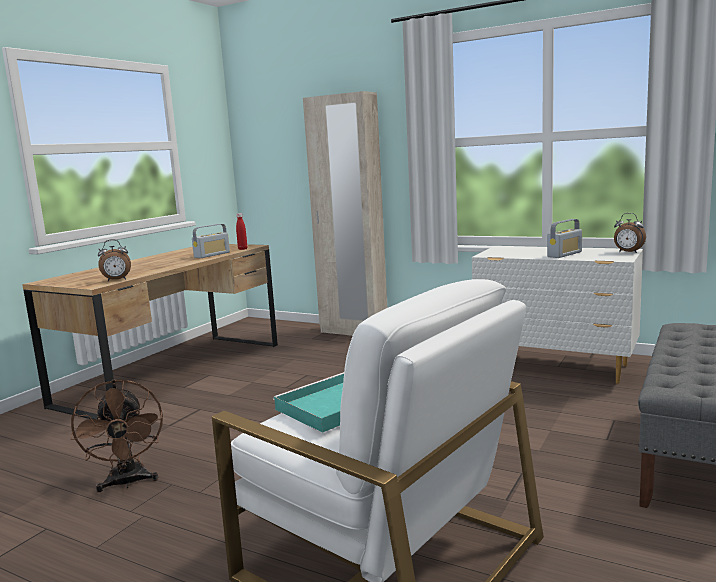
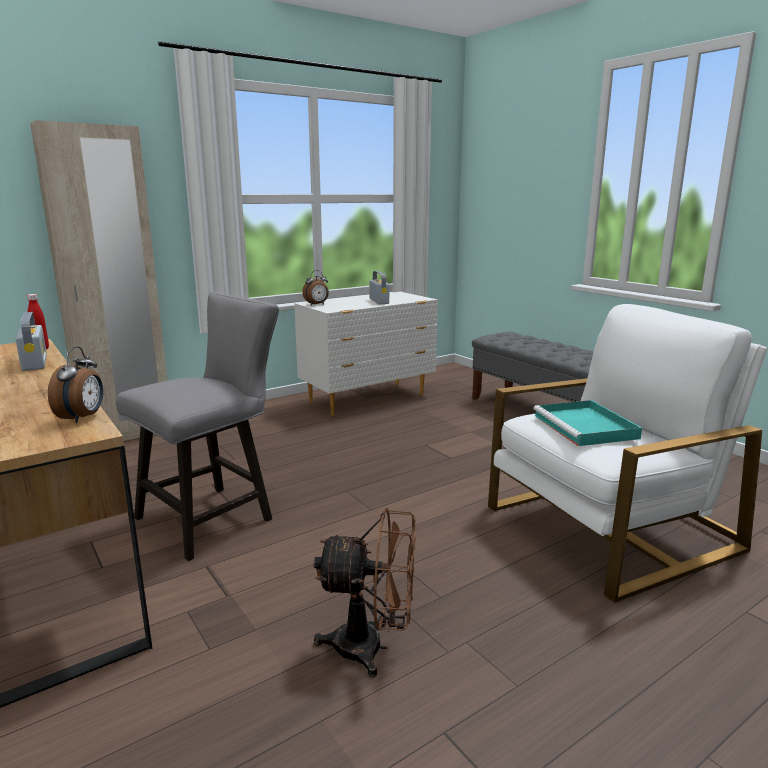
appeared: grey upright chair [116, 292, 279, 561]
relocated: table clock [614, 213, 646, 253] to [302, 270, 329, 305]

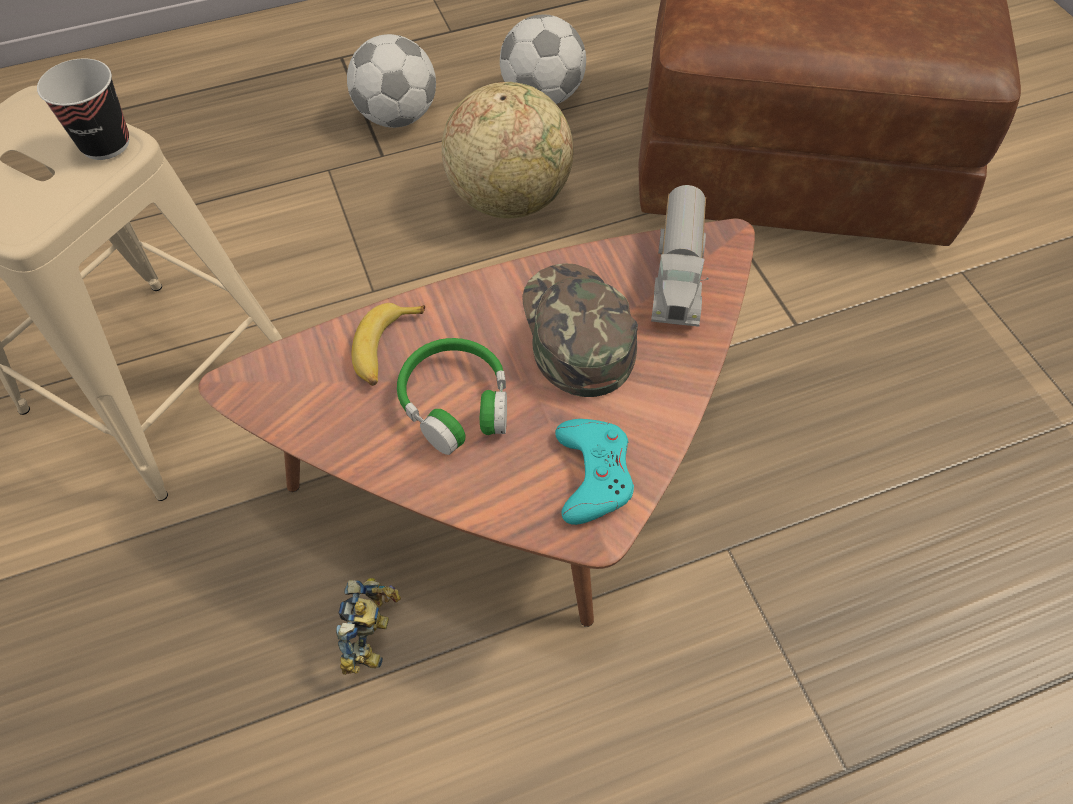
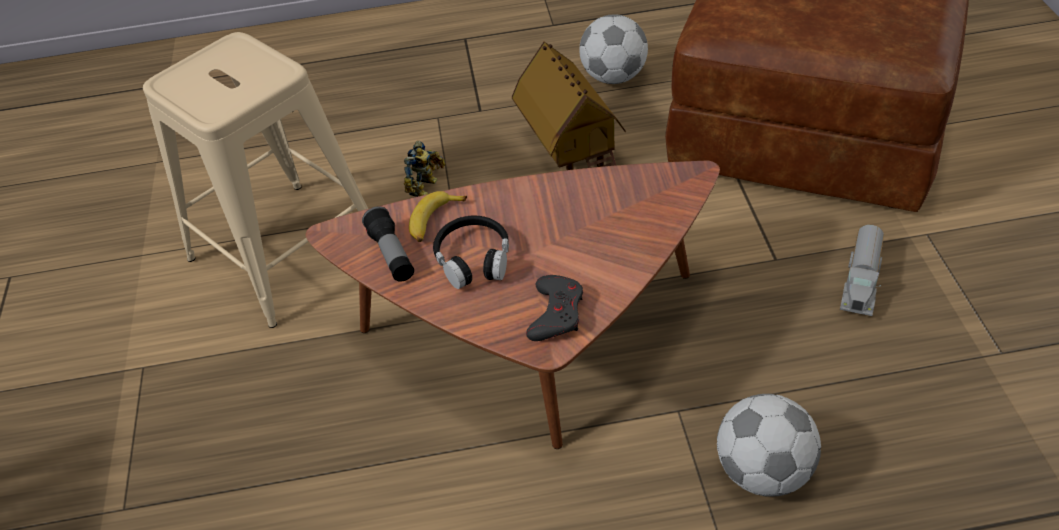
missing: drinking cup [37, 59, 129, 160]; green peaked cap [522, 263, 638, 397]
appeared: hand torch [362, 206, 414, 282]
relocated: ball for football [347, 34, 436, 128] to [717, 394, 821, 497]; toy truck [651, 185, 709, 327] to [840, 225, 884, 316]; toy robot [336, 578, 401, 675] to [404, 141, 445, 197]
exchanged: globe [442, 82, 573, 218] to miniature house [512, 42, 626, 170]
colour: green headphones [397, 338, 507, 455] to blackish headphones [433, 216, 509, 289]; turquoise-coloured game controller [555, 419, 634, 525] to grey game controller [526, 275, 583, 341]

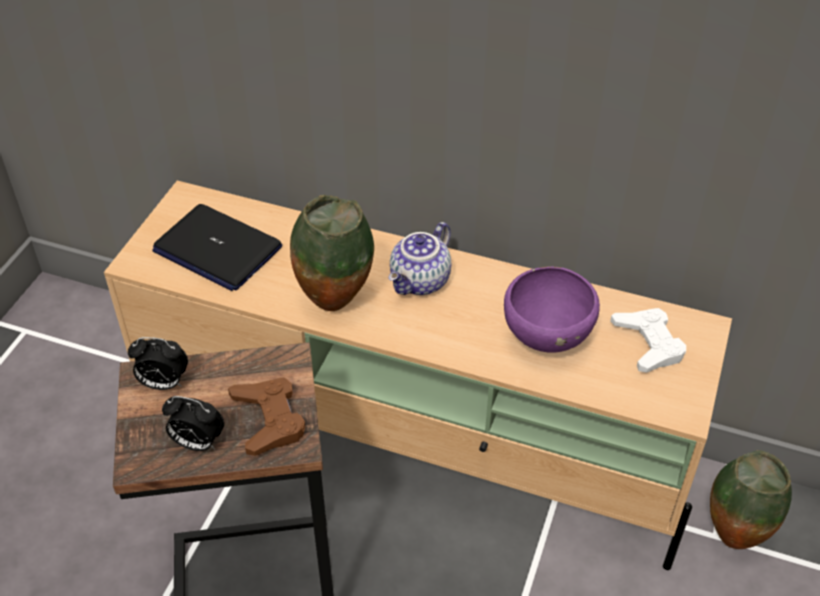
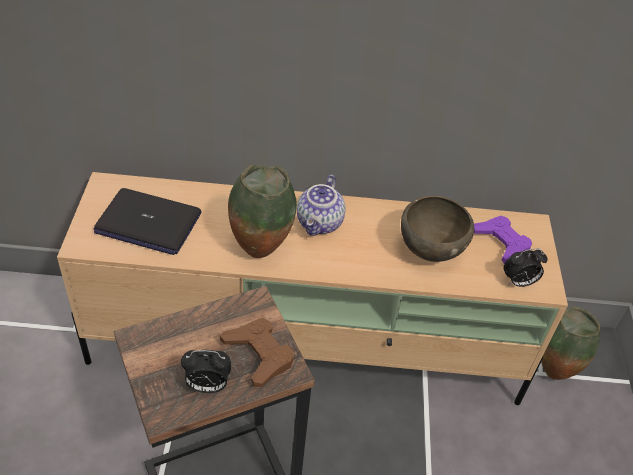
relocated: table clock [128, 337, 188, 390] to [503, 249, 548, 287]
colour: purplish serving bowl [504, 266, 600, 353] to brownish serving bowl [401, 196, 474, 262]; whitish game controller [610, 308, 686, 373] to purplish game controller [474, 215, 532, 264]

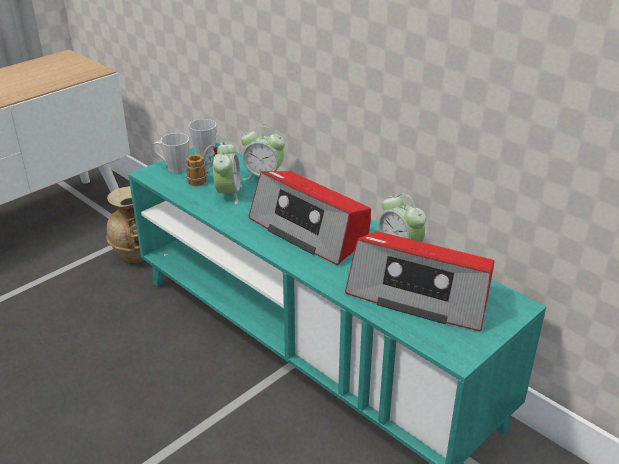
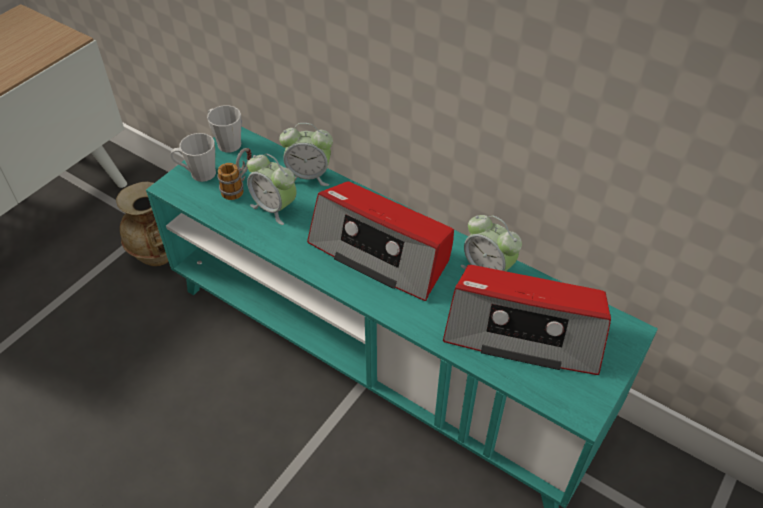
spun: table clock [213, 142, 242, 205] = [247, 153, 297, 225] 135 degrees clockwise

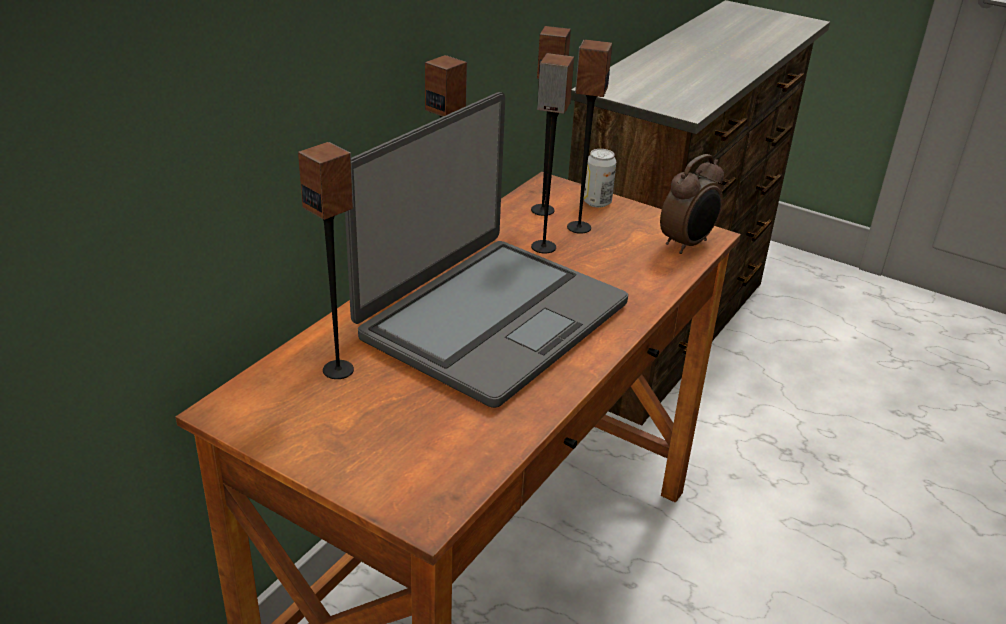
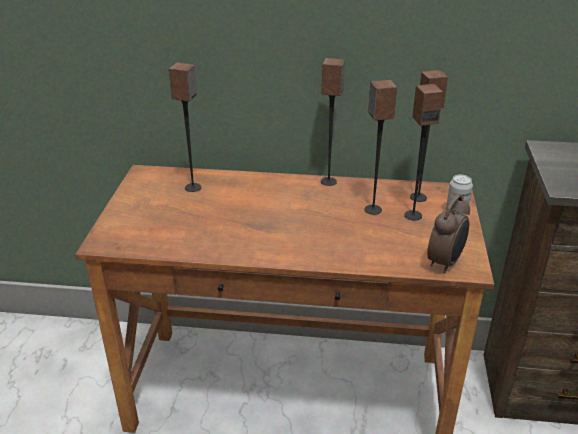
missing: laptop [345, 92, 628, 408]
spun: table clock [660, 154, 724, 254] = [427, 195, 470, 274] 75 degrees counterclockwise

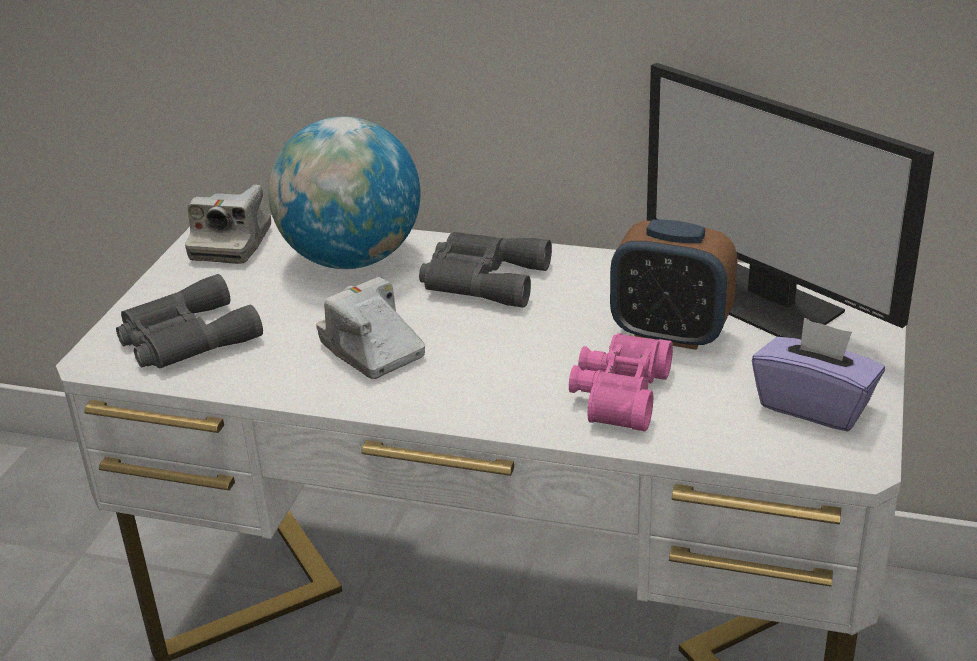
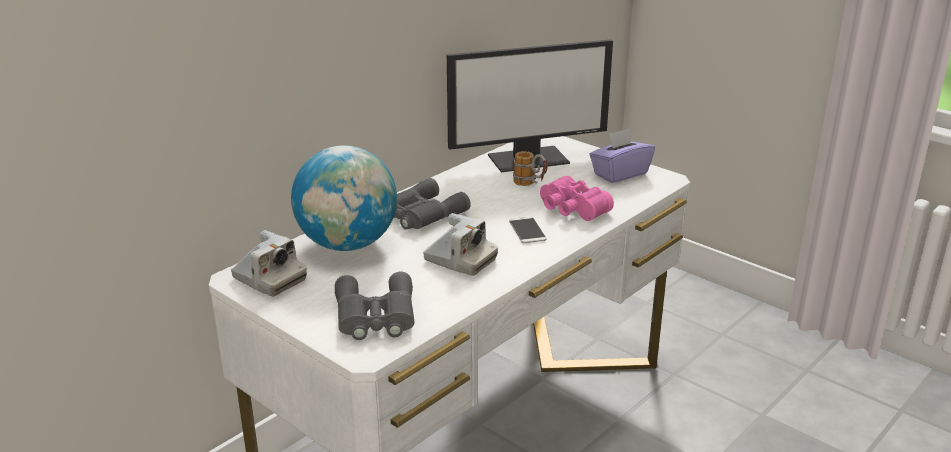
appeared: handset [509, 217, 547, 243]
exchanged: table clock [610, 220, 737, 350] to mug [513, 151, 548, 186]
spun: still camera [316, 277, 425, 379] = [423, 213, 498, 276] 135 degrees counterclockwise

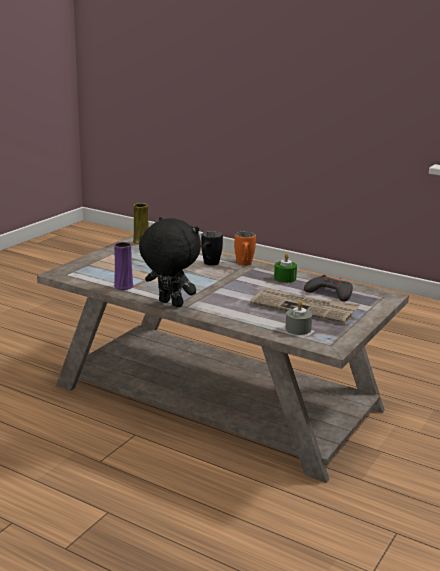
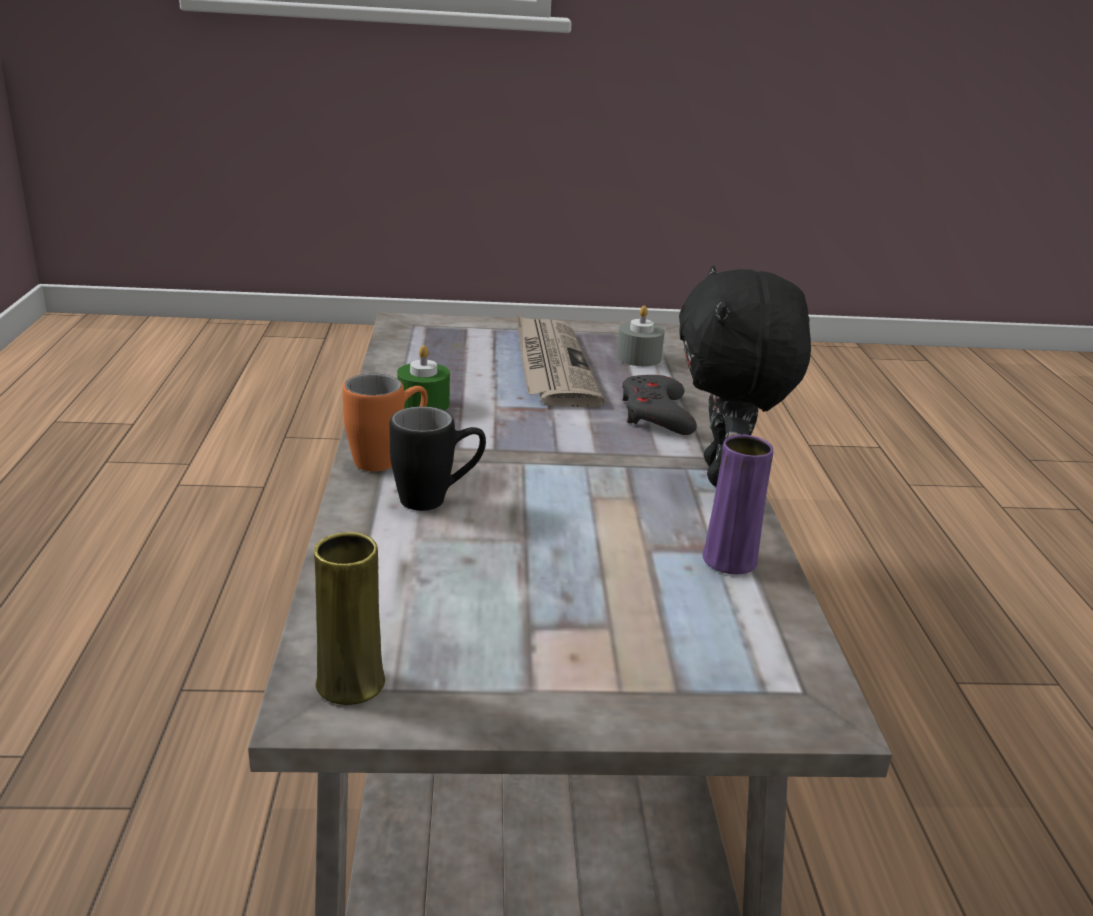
relocated: grey game controller [304, 275, 353, 301] to [622, 375, 697, 435]

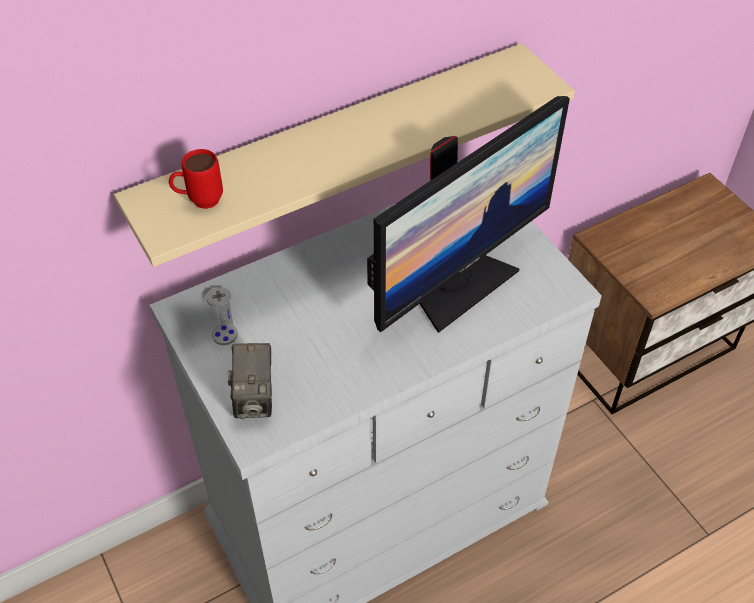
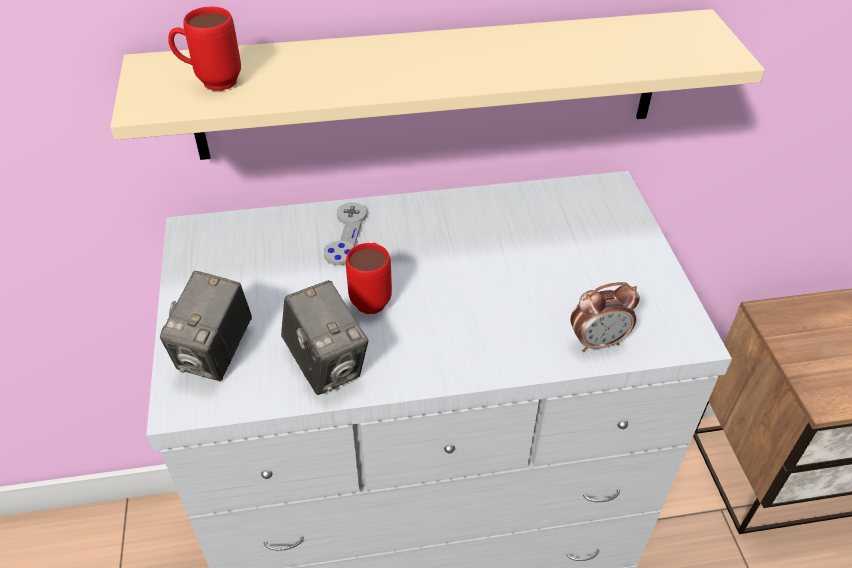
missing: computer screen [367, 96, 570, 333]
appeared: reddish mug [346, 242, 392, 314]; still camera [281, 280, 368, 395]; table clock [570, 282, 640, 352]
relocated: grey game controller [206, 287, 238, 345] to [324, 202, 366, 265]

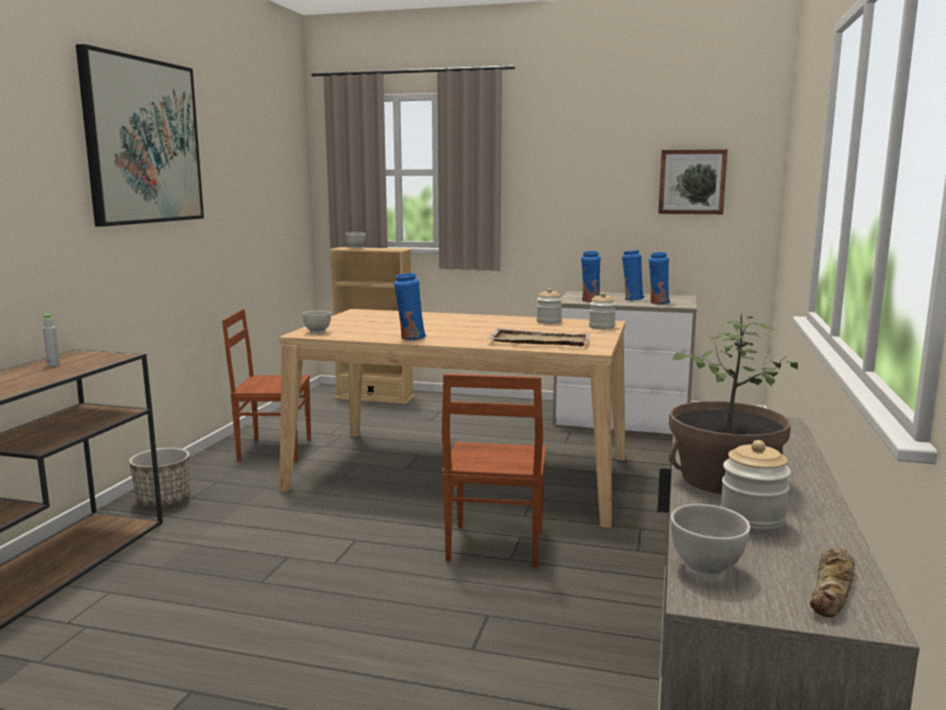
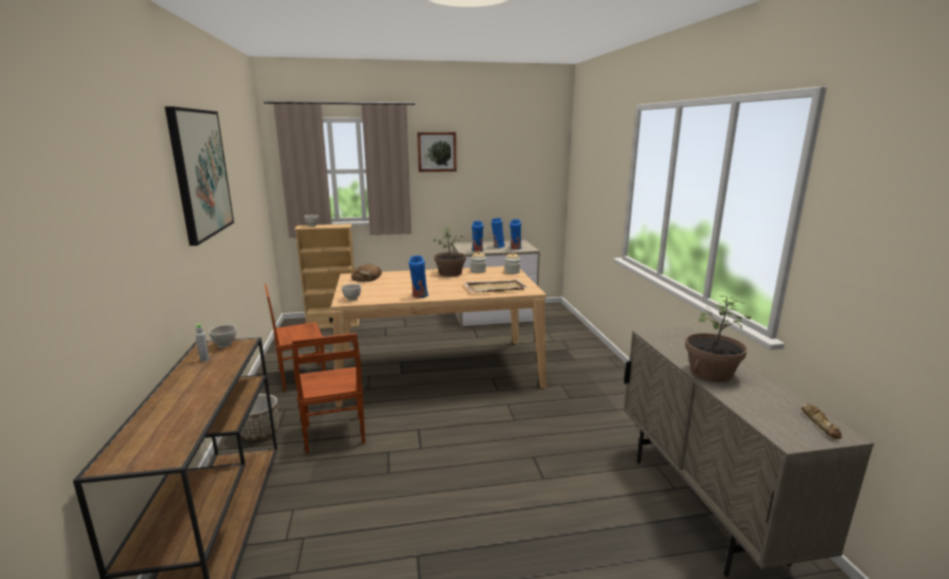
missing: storage jar [720, 440, 791, 534]
appeared: plant in a pot [433, 227, 466, 277]; bread [351, 263, 382, 282]
relocated: wall art [658, 149, 728, 214] to [417, 132, 456, 172]; brownish upright chair [442, 374, 546, 568] to [292, 333, 365, 454]; whitish serving bowl [671, 504, 750, 578] to [209, 325, 236, 348]

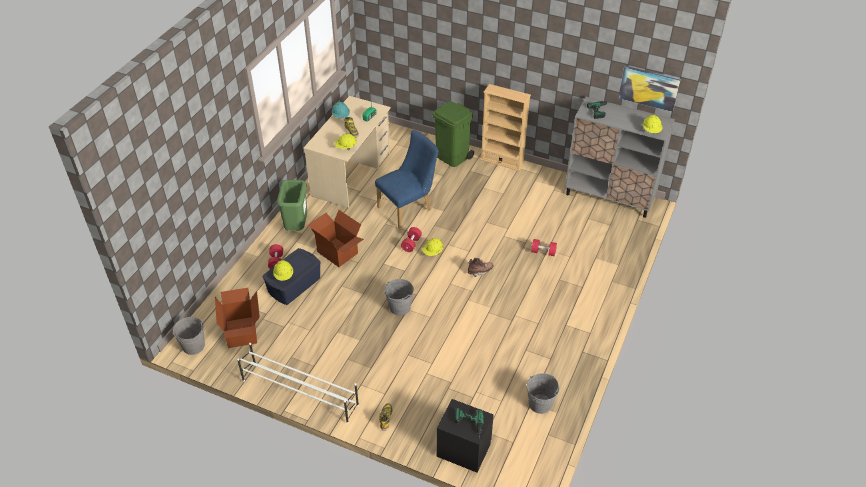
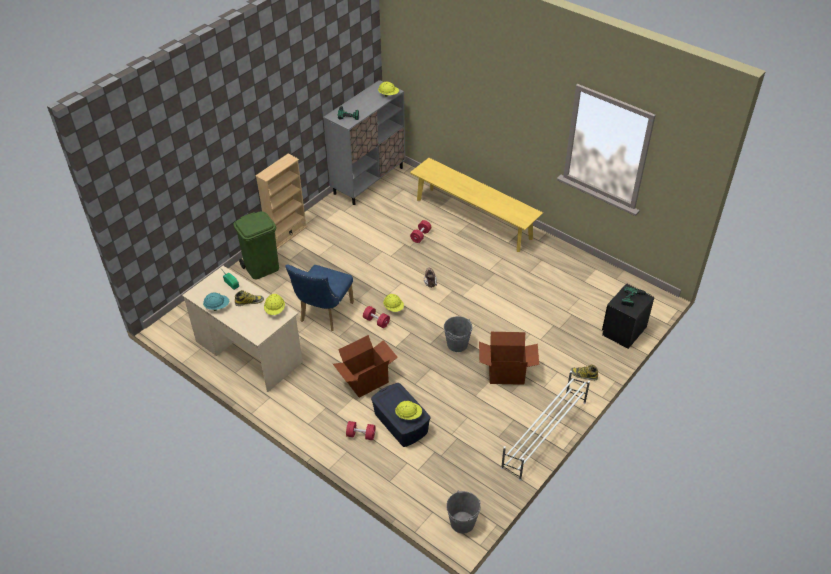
missing: wall art [618, 66, 681, 112]; green trash can [277, 180, 307, 231]; grey pail [527, 373, 559, 414]
appeared: yellowish indoor bench [410, 158, 543, 252]
relocated: cardboard box [215, 288, 260, 348] to [479, 332, 539, 385]
spun: bluish upright chair [375, 130, 439, 229] = [286, 265, 354, 331] 135 degrees counterclockwise

